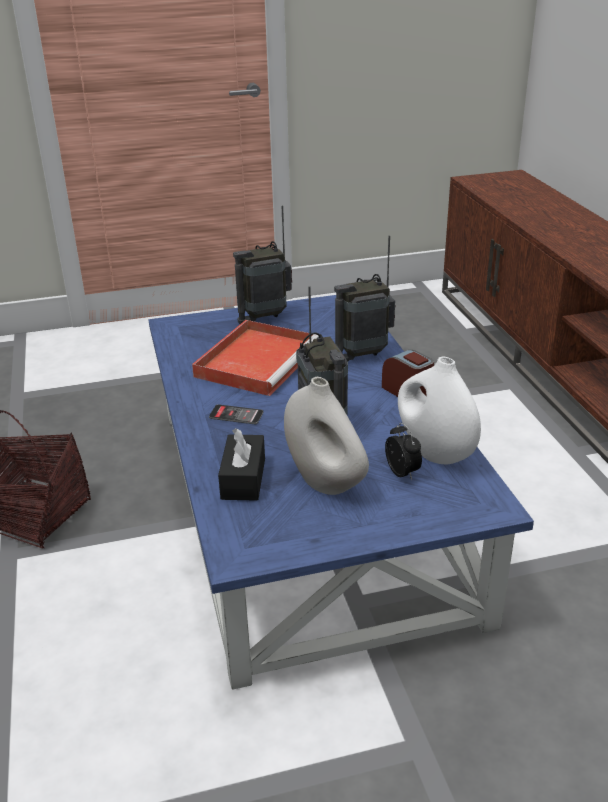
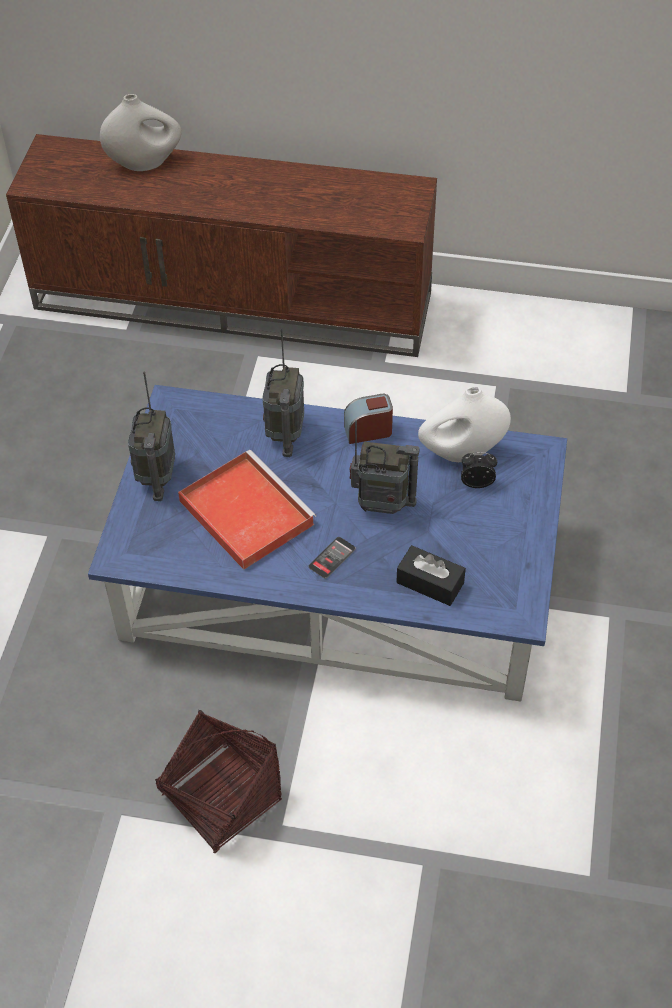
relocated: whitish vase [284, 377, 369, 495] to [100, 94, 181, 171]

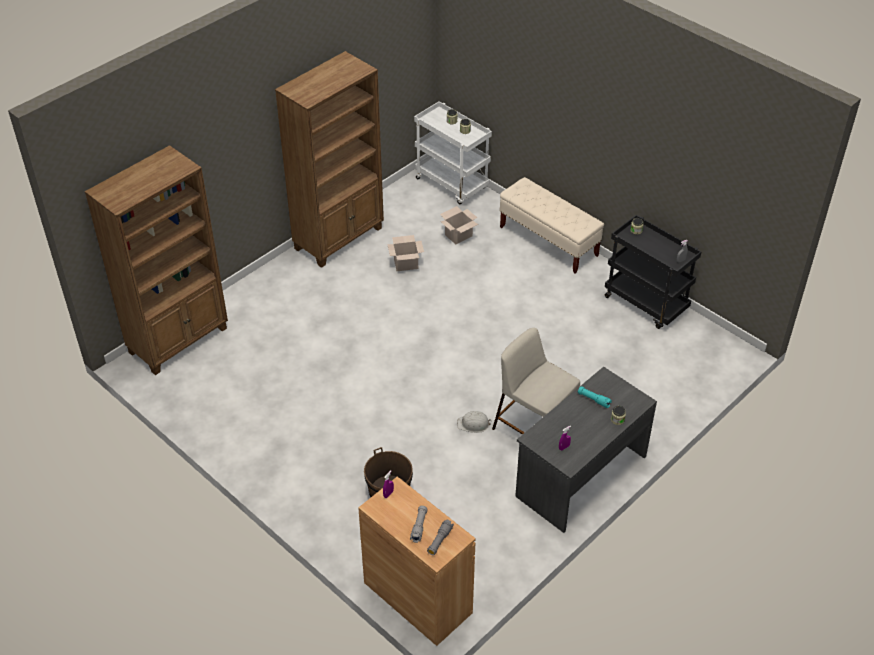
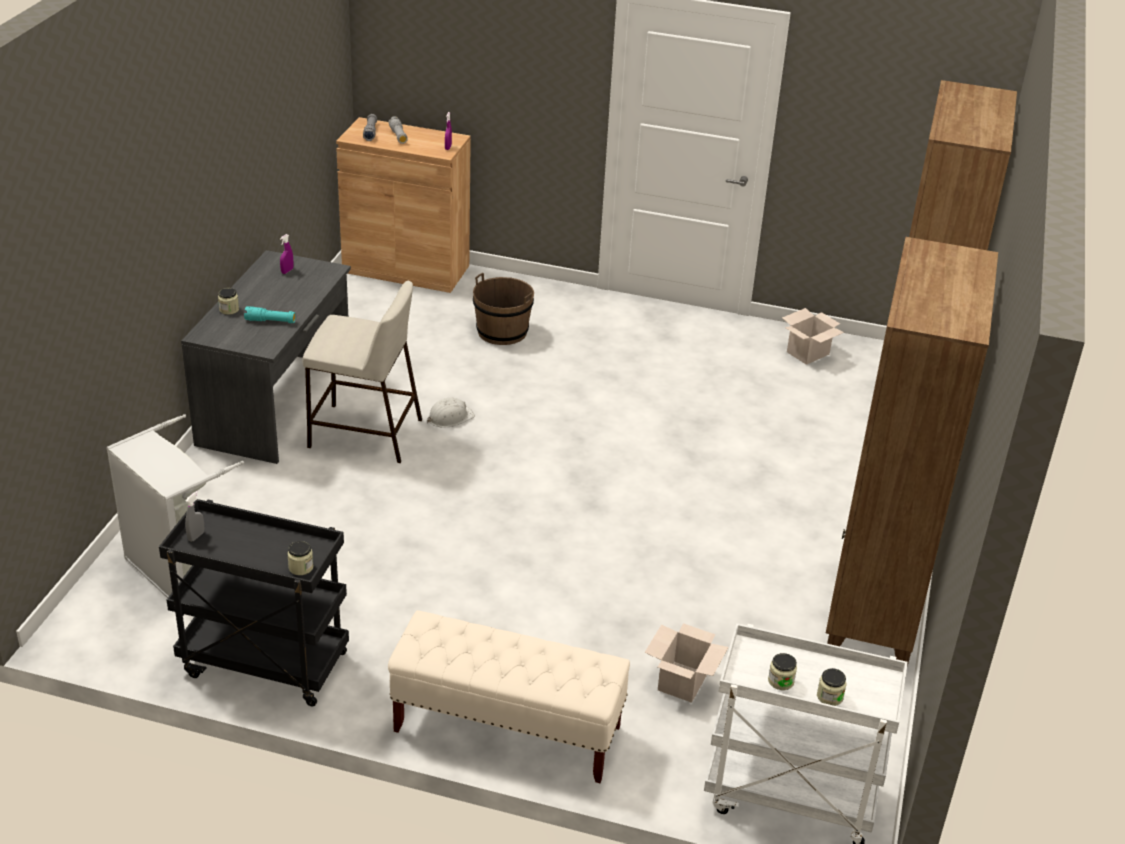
appeared: grey hamper [106, 414, 244, 598]
relocated: cardboard box [387, 235, 424, 271] to [782, 308, 844, 365]

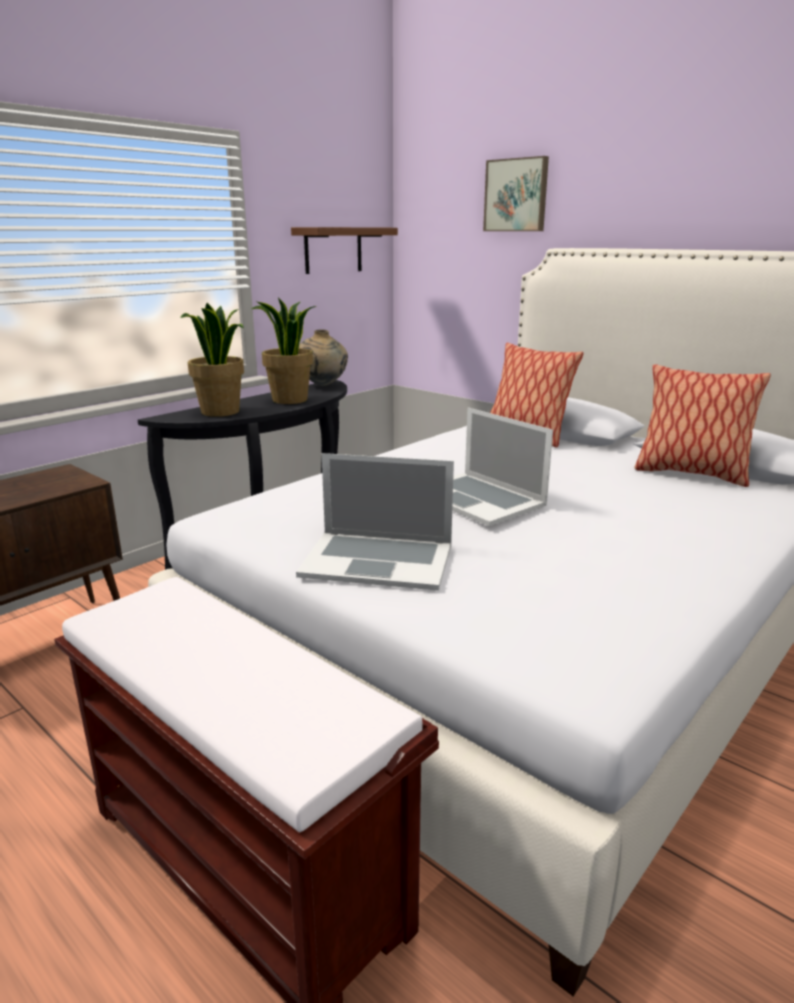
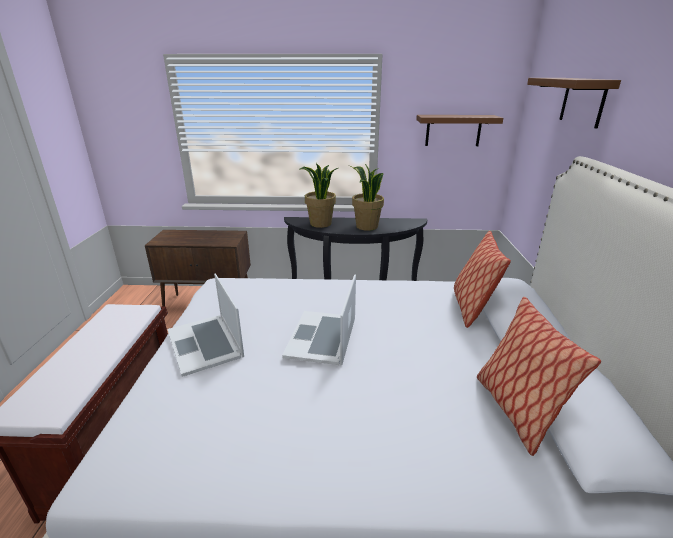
missing: beige vase [299, 330, 348, 386]
exchanged: wall art [483, 156, 549, 231] to brownish wall shelf [527, 78, 621, 129]

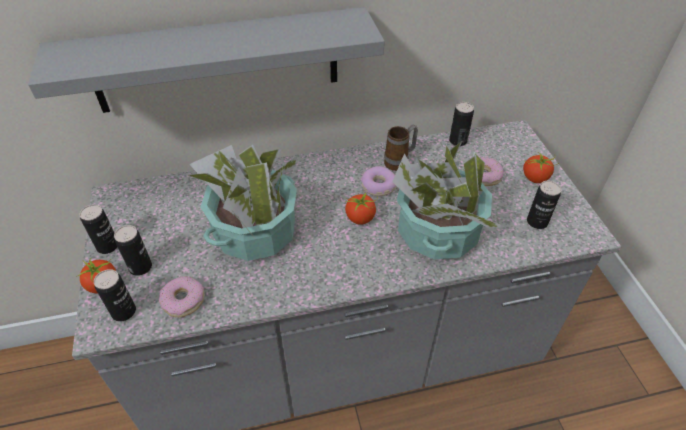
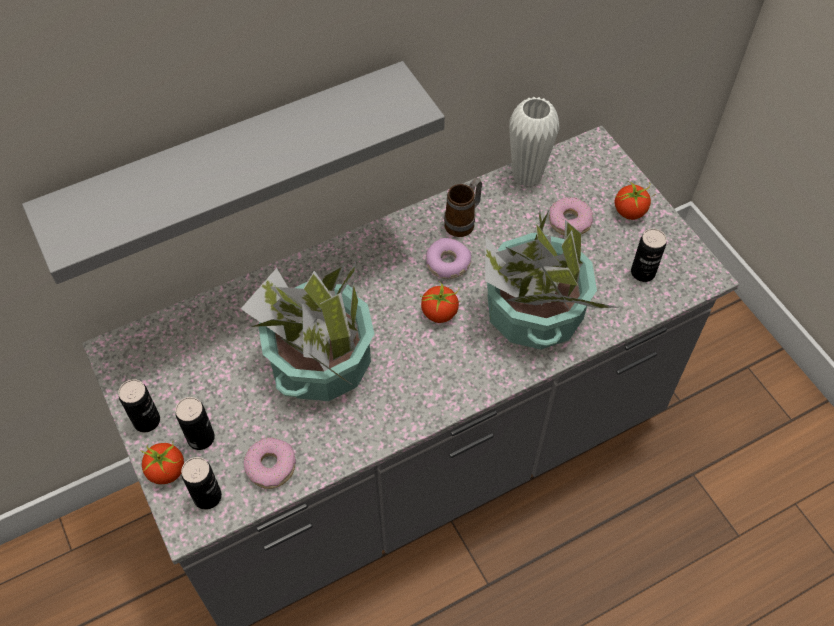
exchanged: metal can [449, 102, 474, 146] to whitish vase [509, 97, 559, 187]

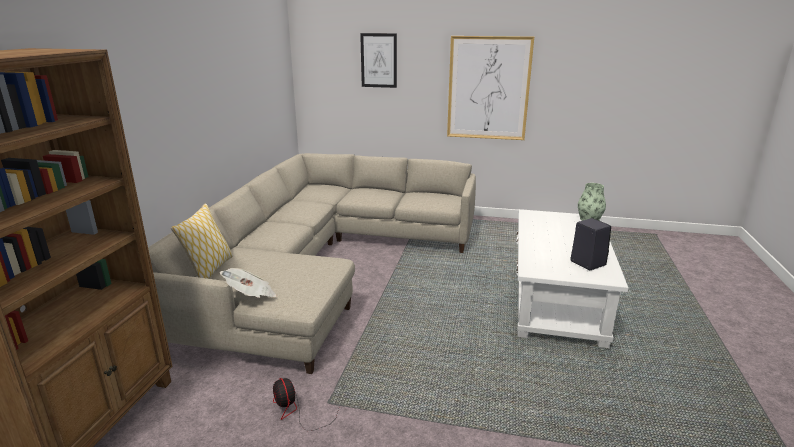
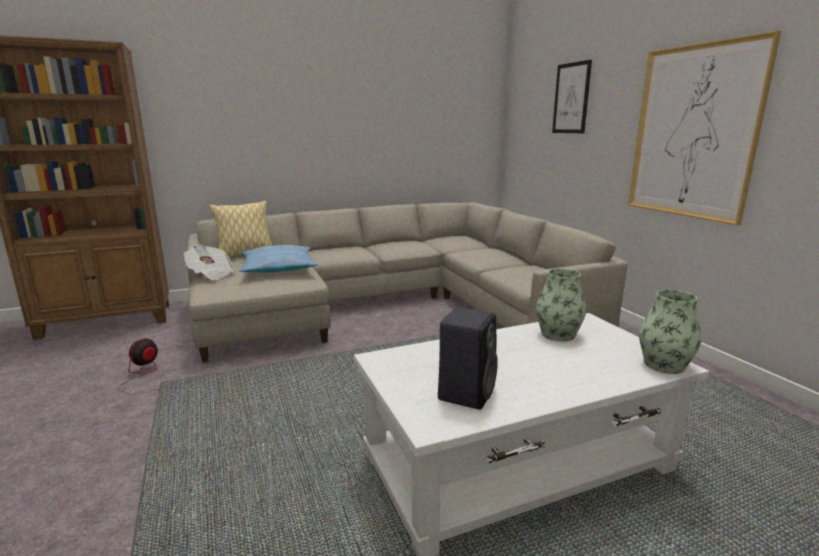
appeared: pillow [239, 245, 318, 272]; vase [536, 269, 586, 341]

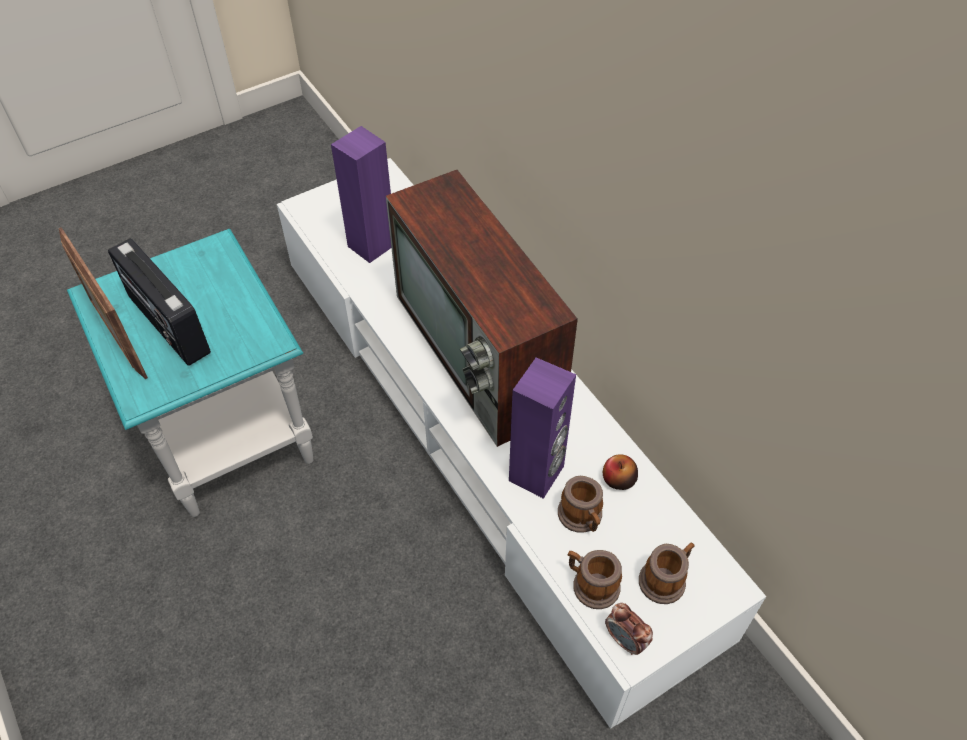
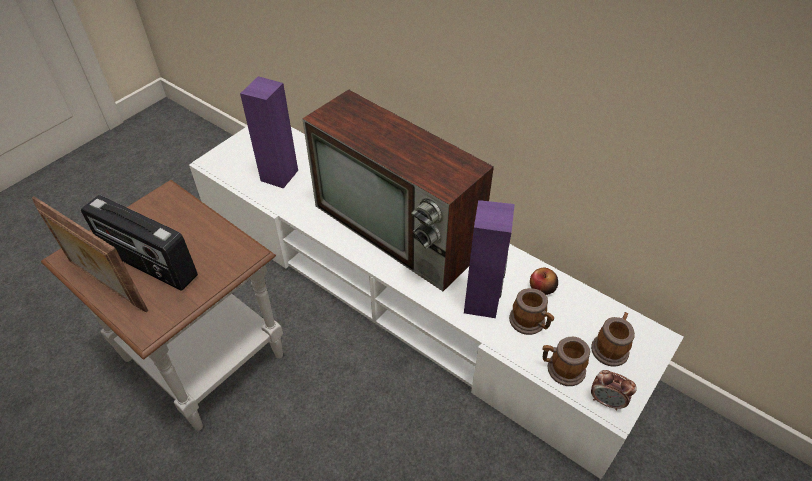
colour: turquoise-coloured side table [67, 229, 313, 517] to brownish side table [41, 180, 283, 431]

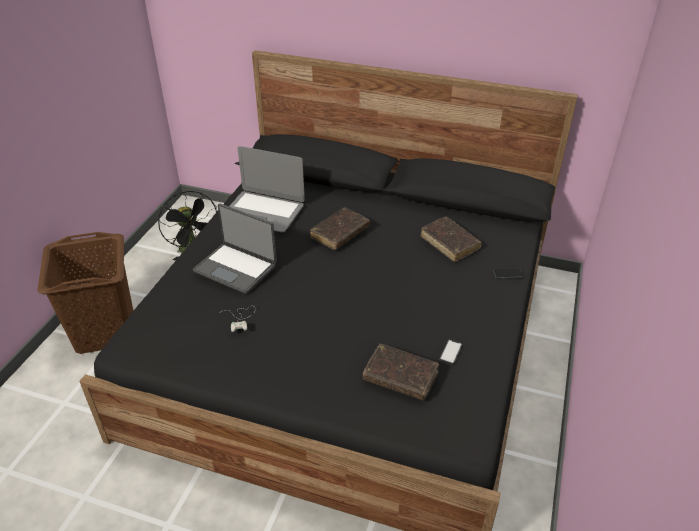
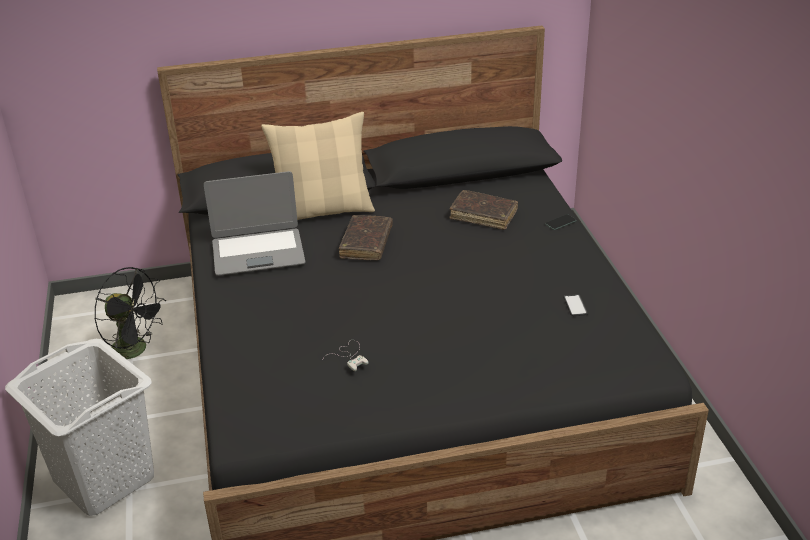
missing: laptop [193, 204, 277, 294]; brownish bound book [363, 344, 439, 401]
appeared: beige pillow [261, 112, 375, 220]
colour: brownish hamper [37, 232, 133, 354] to whitish hamper [5, 339, 154, 516]

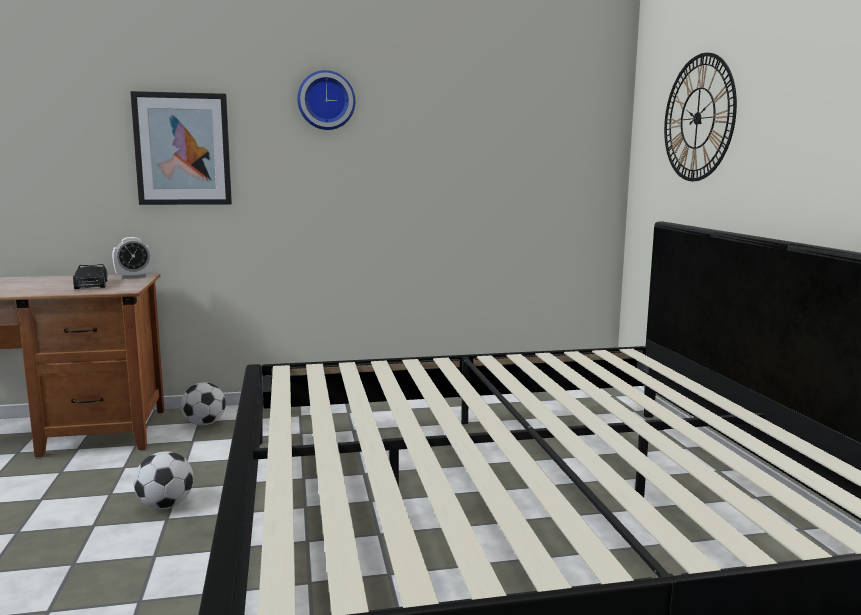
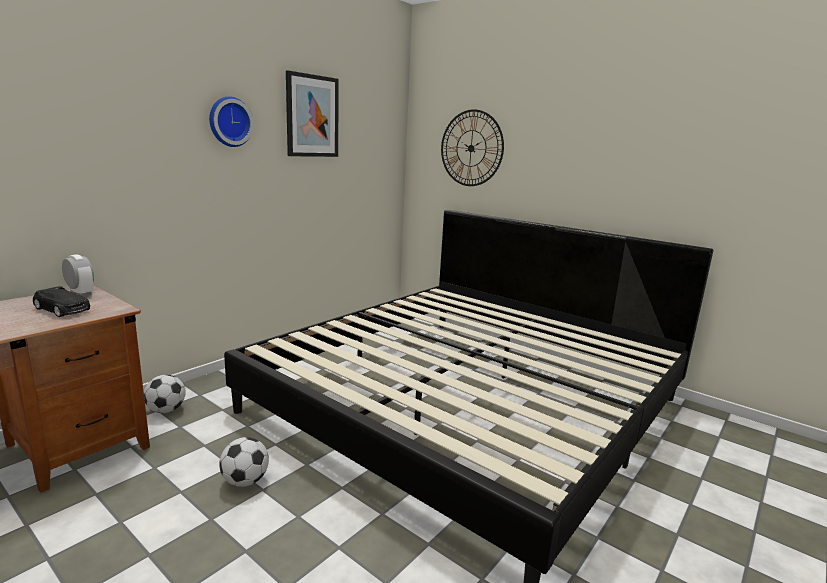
relocated: wall art [130, 91, 232, 205] to [286, 70, 339, 157]
spun: table clock [112, 237, 153, 279] = [62, 254, 94, 296] 75 degrees counterclockwise

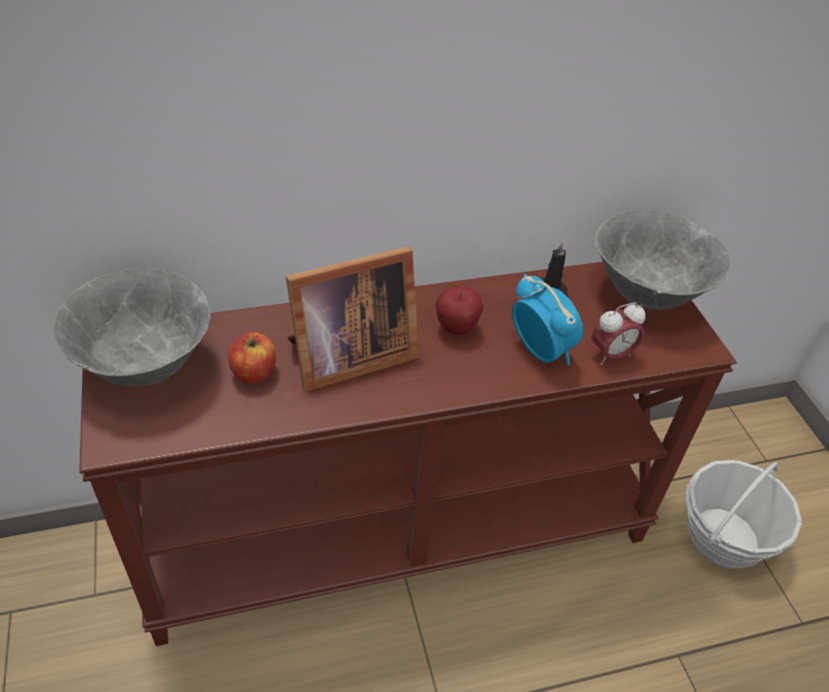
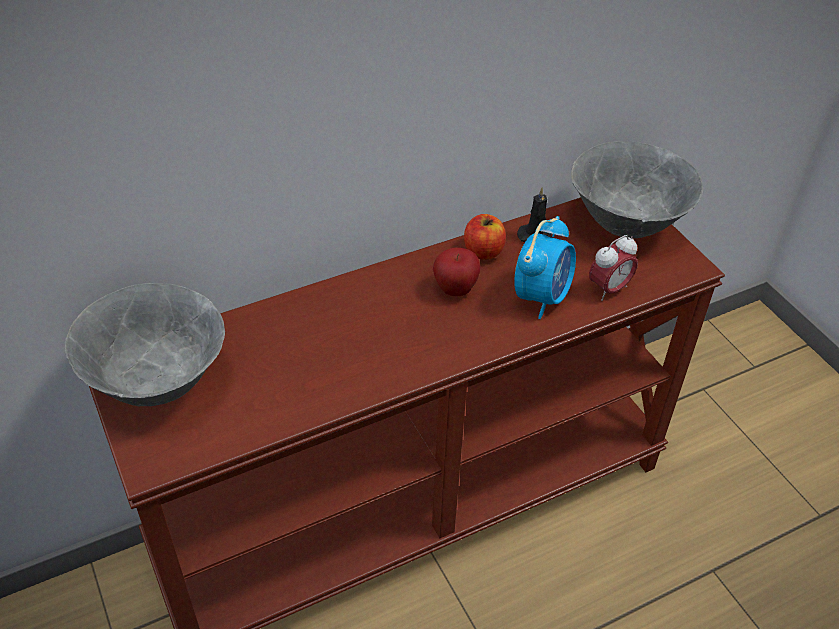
missing: photo frame [286, 247, 419, 392]; household basket [685, 460, 802, 569]
relocated: whole apple [228, 332, 276, 384] to [464, 214, 506, 260]
spun: table clock [512, 274, 583, 366] = [514, 216, 576, 319] 75 degrees clockwise

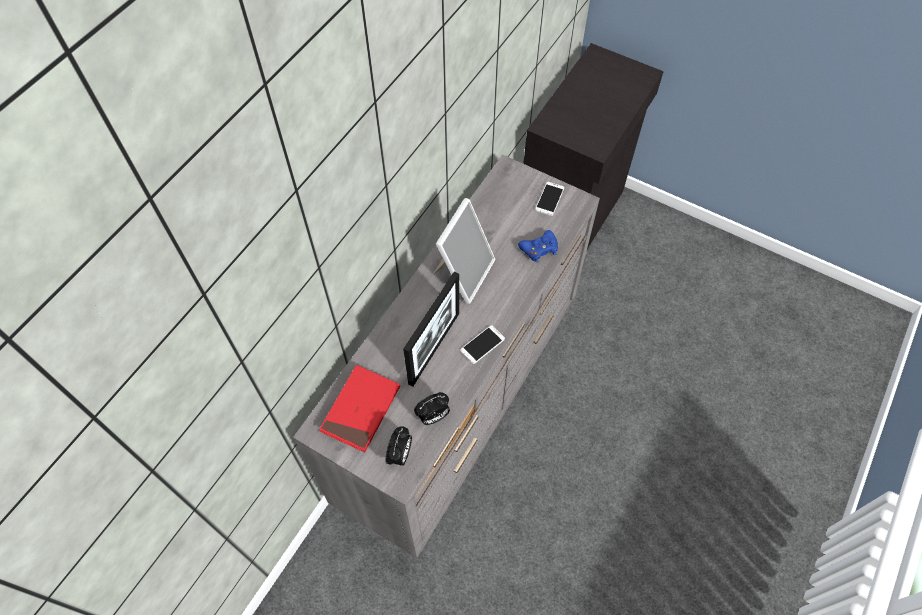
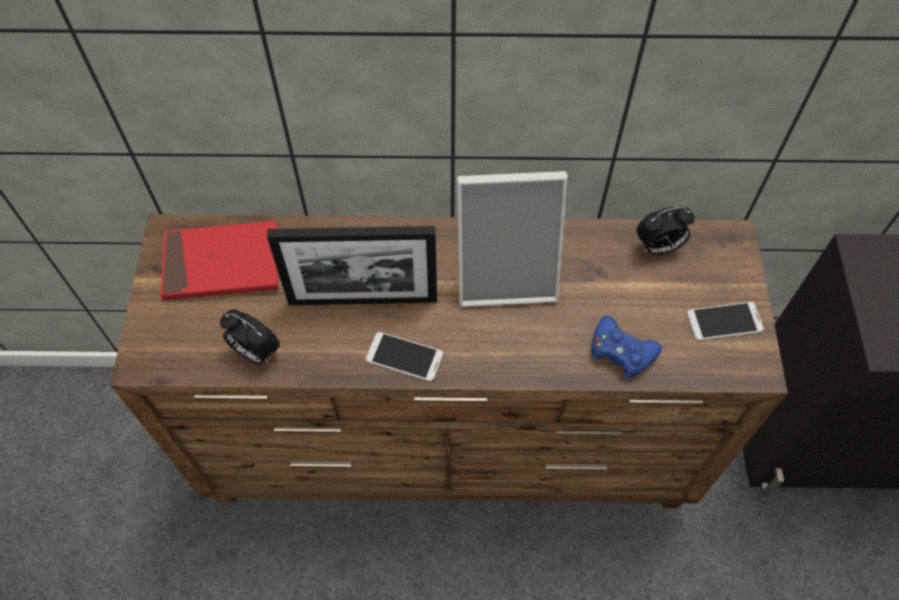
relocated: table clock [385, 426, 412, 466] to [636, 206, 695, 255]
colour: grey chest of drawers [293, 155, 600, 558] to brownish chest of drawers [110, 214, 788, 508]

